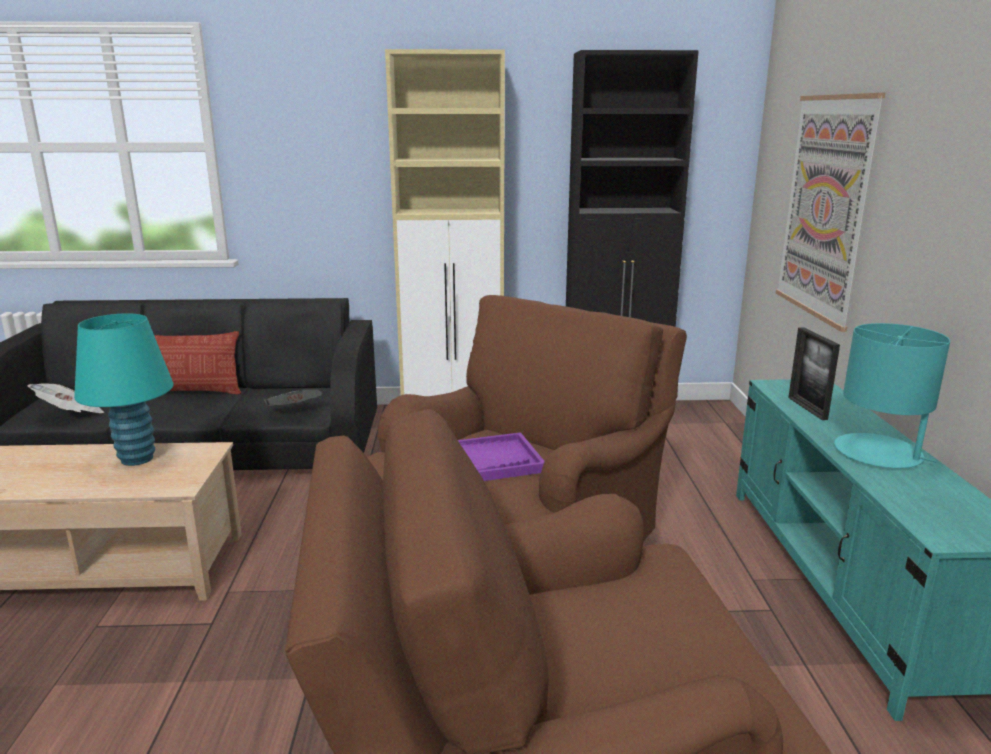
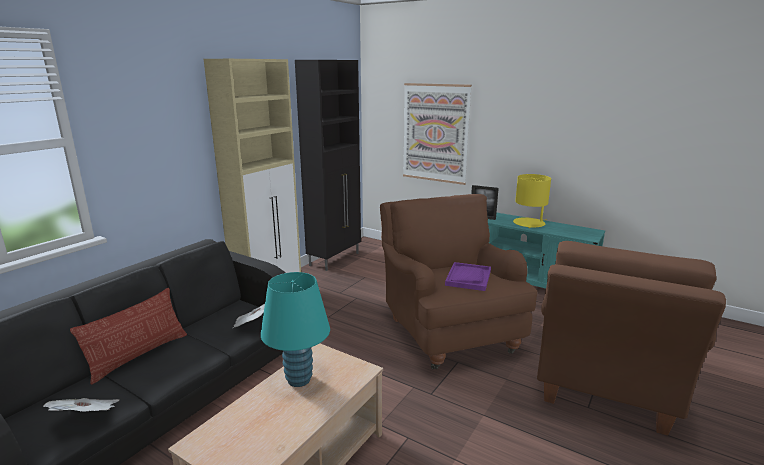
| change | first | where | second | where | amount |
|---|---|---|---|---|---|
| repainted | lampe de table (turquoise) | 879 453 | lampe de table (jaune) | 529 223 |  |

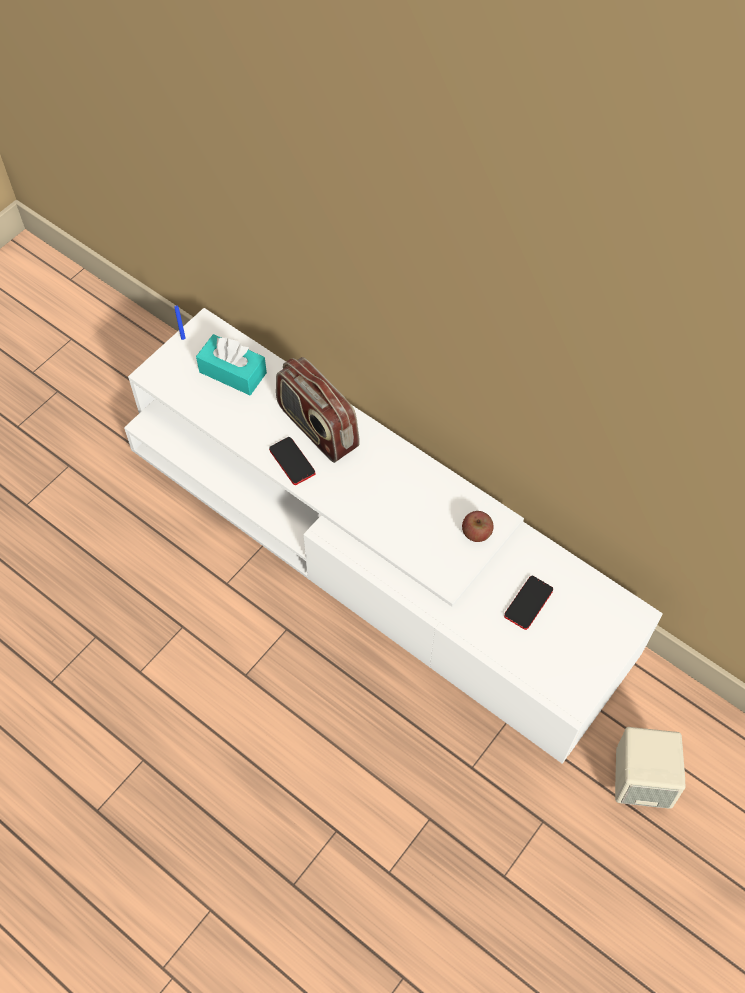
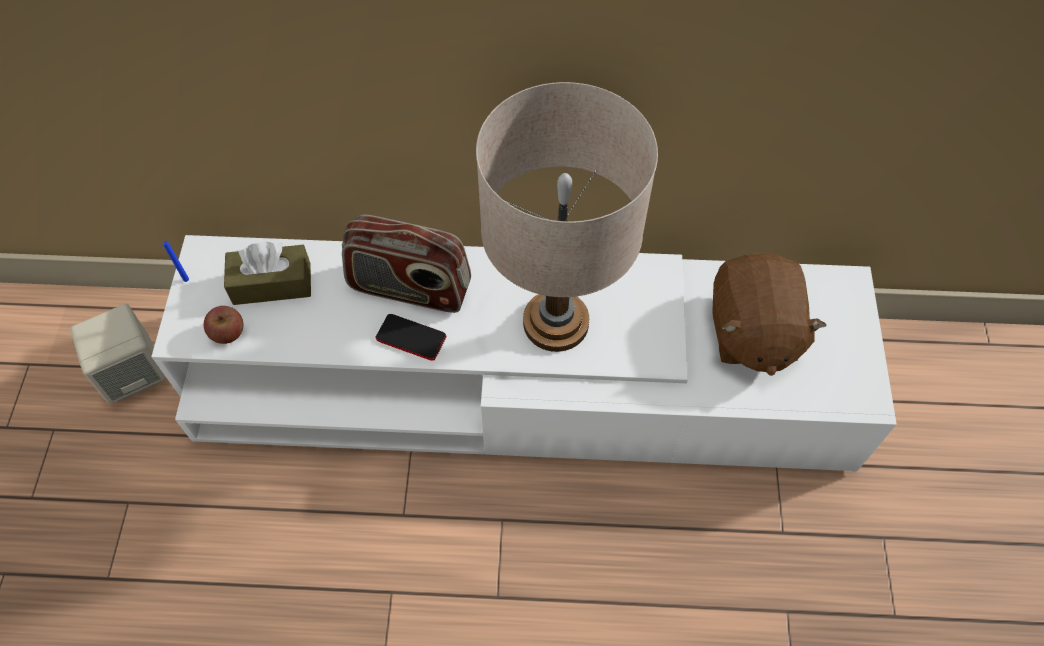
| change | first | where | second | where | amount |
|---|---|---|---|---|---|
| shifted | enceinte (beige) | 640 779 |  | 134 373 |  |
| shifted | pomme | 476 532 |  | 228 332 |  |
| repainted | boîte à mouchoirs (turquoise) | 233 372 | boîte à mouchoirs (marron) | 272 284 |  |
| new |  |  | lampe de table (beige) | 556 322 |  |
| swapped | téléphone | 528 603 | peluche (marron) | 751 333 |  |

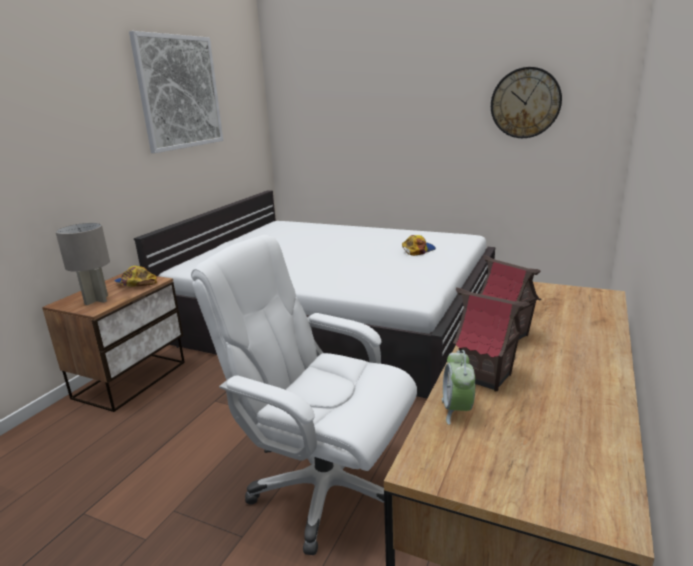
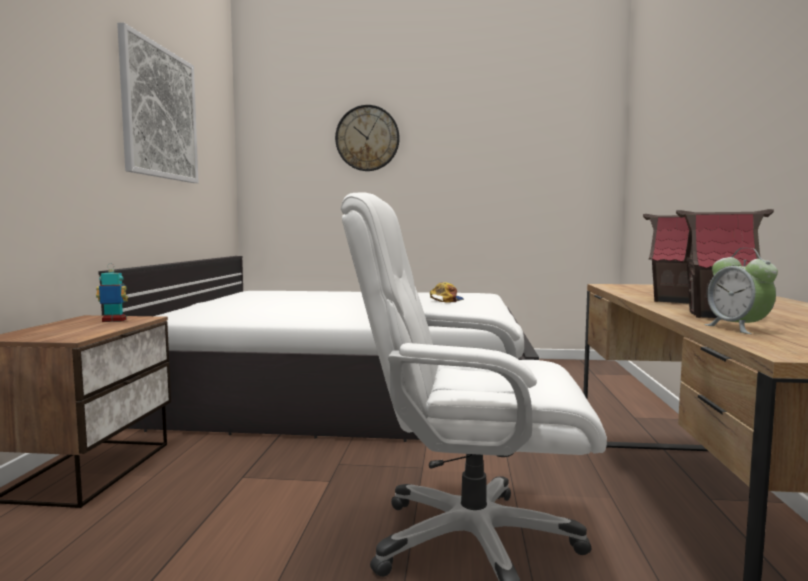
| change | first | where | second | where | amount |
|---|---|---|---|---|---|
| swapped | casquette | 135 283 | robot jouet | 114 320 |  |
| shifted | horloge murale | 525 103 |  | 367 138 |  |
| gone | lampe de table (gris) | 96 300 |  |  |  |

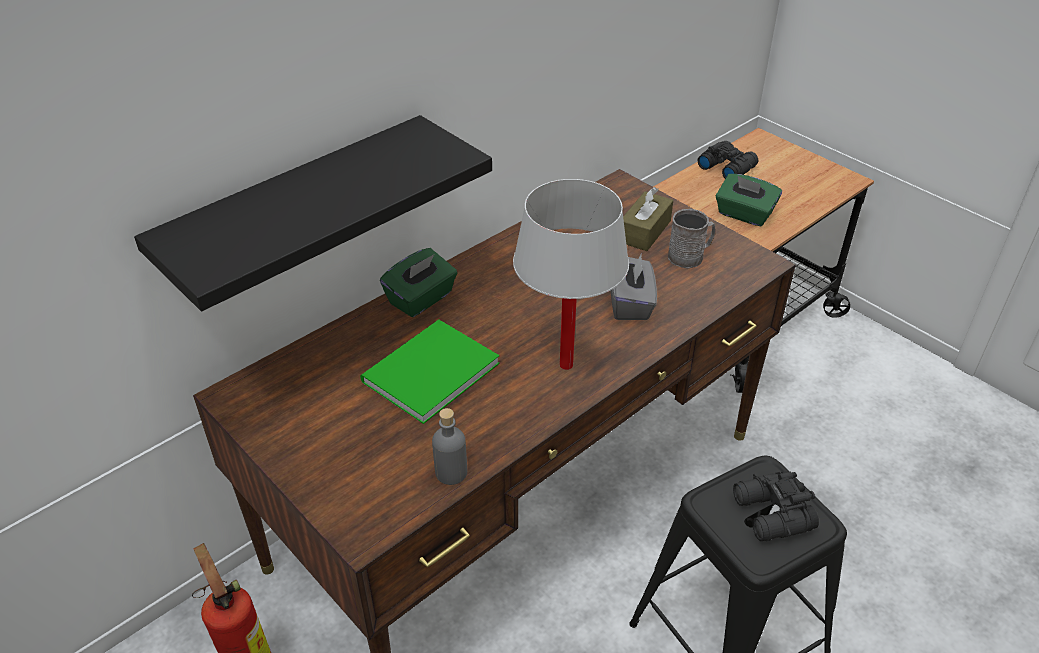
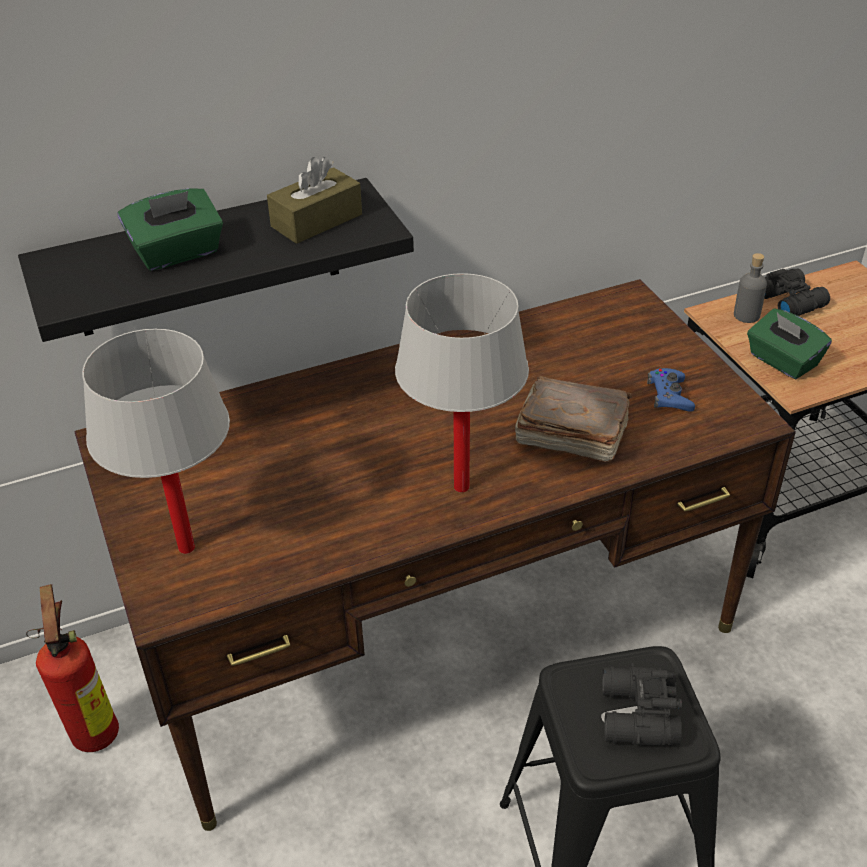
| change | first | where | second | where | amount |
|---|---|---|---|---|---|
| new |  |  | lampe de table (blanc) | 186 547 |  |
| shifted | boîte à mouchoirs (vert) | 421 299 |  | 177 253 |  |
| shifted | boîte à mouchoirs (marron) | 644 231 |  | 316 220 |  |
| swapped | boîte à mouchoirs (gris) | 630 303 | livre (marron) | 570 434 |  |
| swapped | mug (gris) | 690 256 | manette (bleu) | 669 395 |  |
| shifted | bouteille (gris) | 451 472 |  | 746 315 |  |
| gone | livre (vert) | 426 373 |  |  |  |

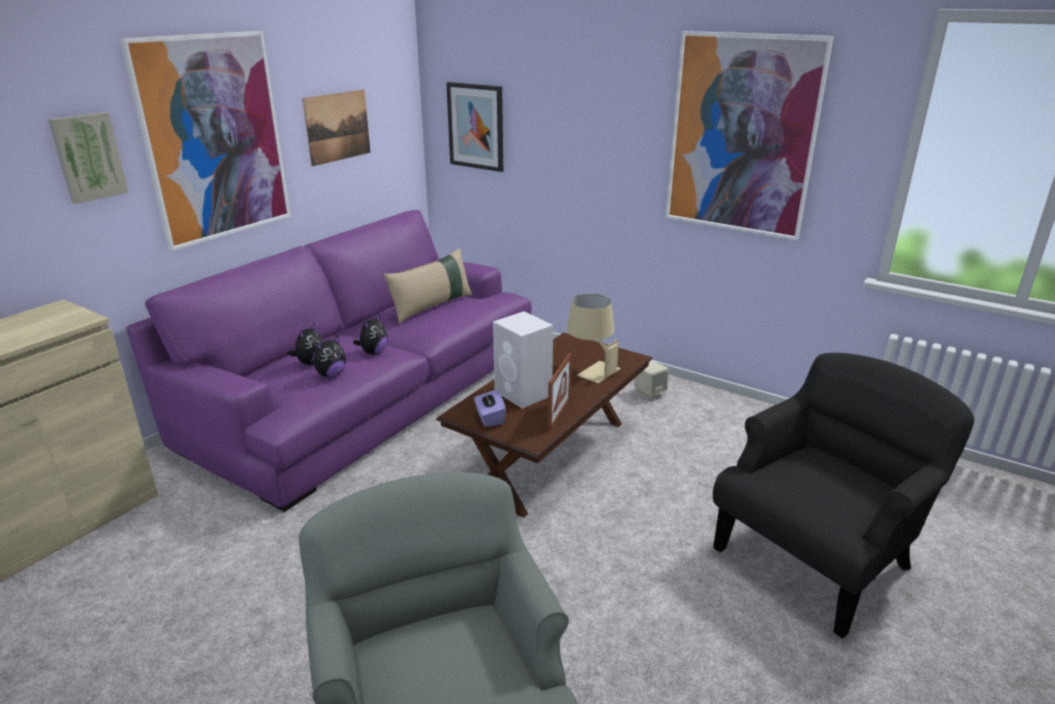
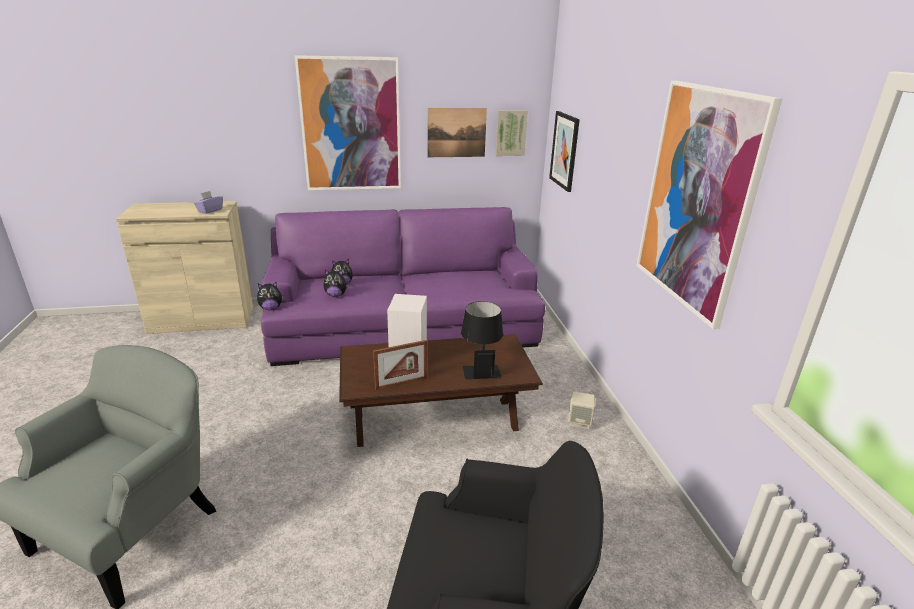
| change | first | where | second | where | amount |
|---|---|---|---|---|---|
| shifted | boîte à mouchoirs (violet) | 489 418 |  | 210 210 |  |
| shifted | peluche | 373 352 |  | 271 308 |  |
| repainted | lampe de table (beige) | 591 369 | lampe de table (noir) | 480 367 |  |
| shifted | tableau | 88 157 |  | 510 132 |  |
| gone | coussin (beige) | 431 306 |  |  |  |

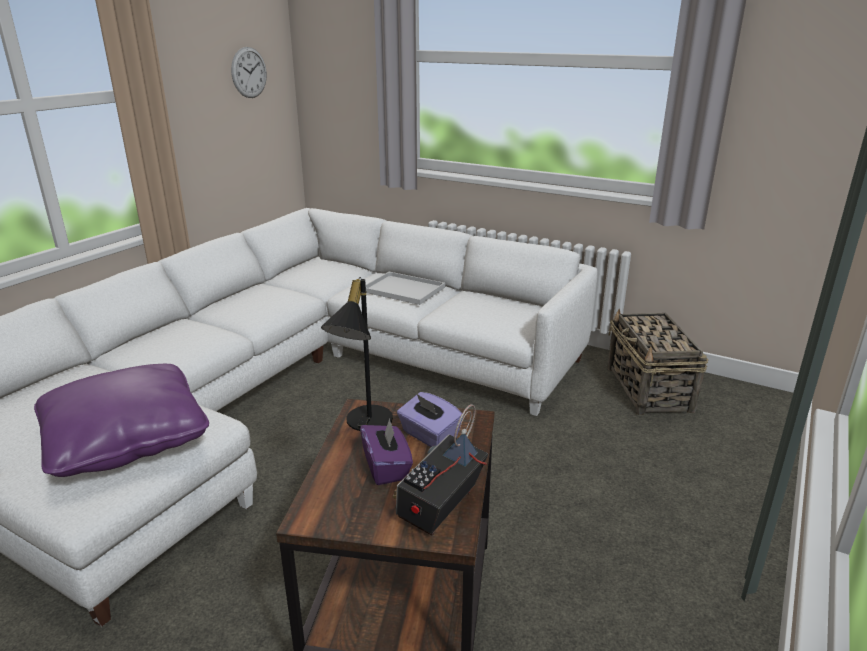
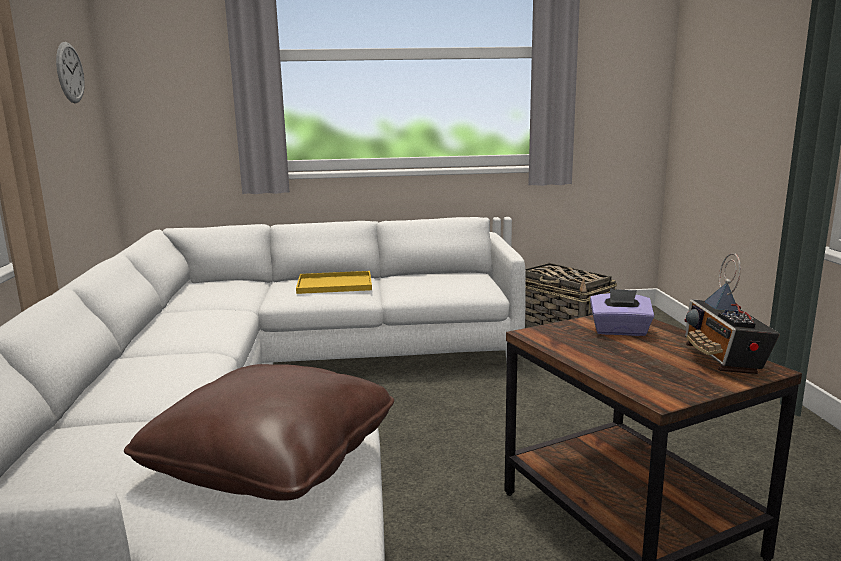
| change | first | where | second | where | amount |
|---|---|---|---|---|---|
| repainted | coussin (violet) | 126 440 | coussin (marron) | 273 460 |  |
| repainted | plateau (blanc) | 405 289 | plateau (jaune) | 336 284 |  |
| gone | lampe de table (noir) | 363 423 |  |  |  |
| gone | boîte à mouchoirs (violet) | 386 467 |  |  |  |

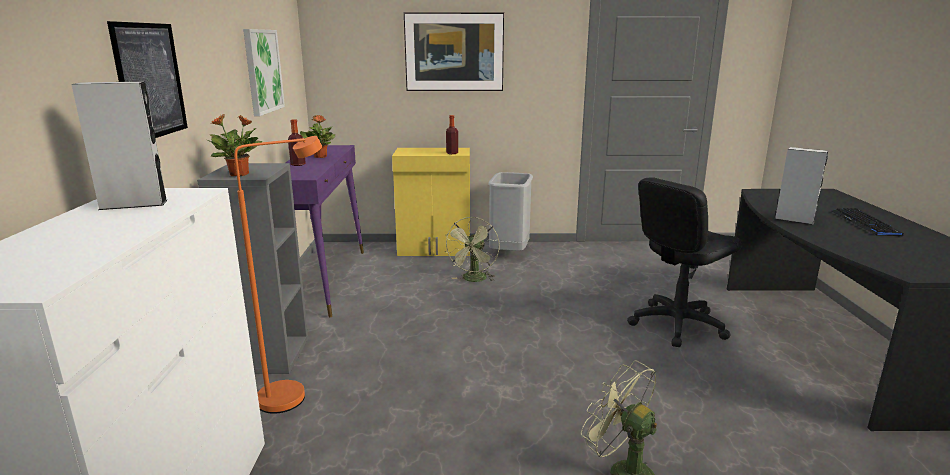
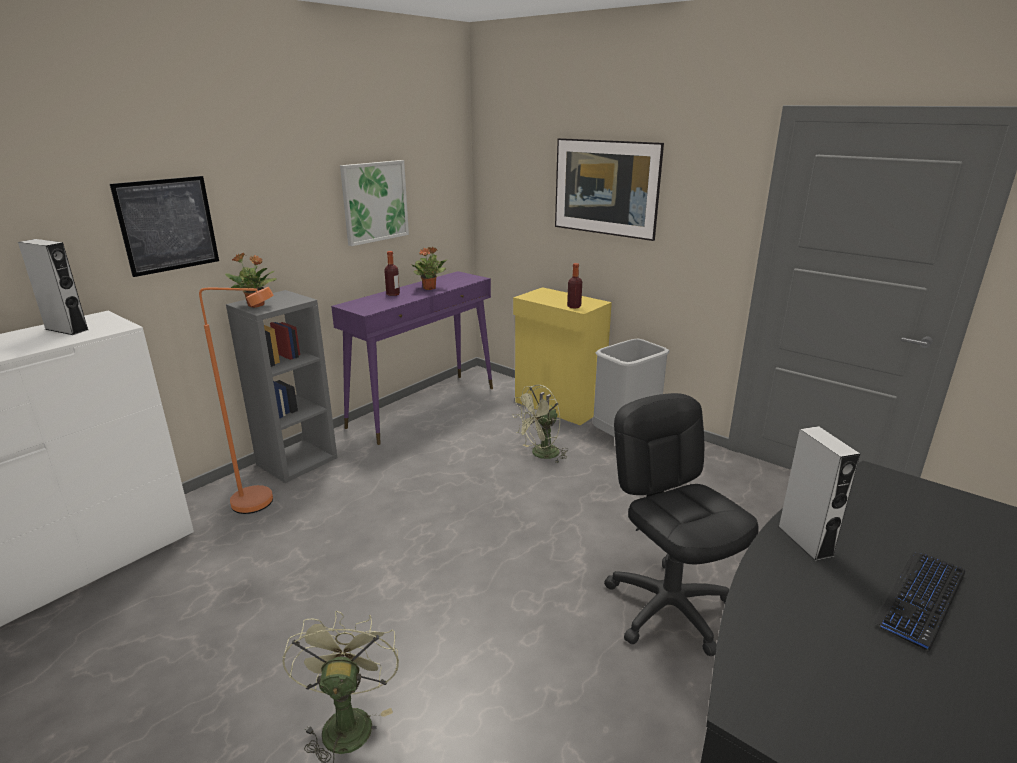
| change | first | where | second | where | amount |
|---|---|---|---|---|---|
| rotated | chaise de bureau (noir) | 676 324 |  | 669 607 | 60 degrees clockwise |

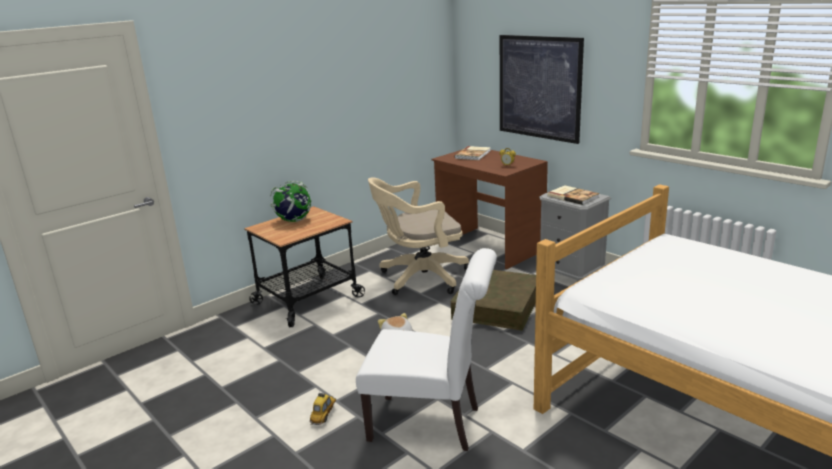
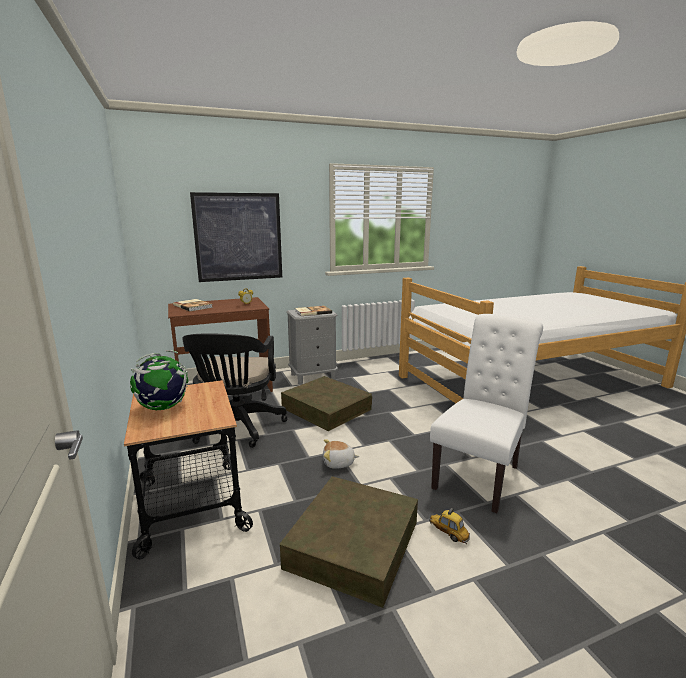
| change | first | where | second | where | amount |
|---|---|---|---|---|---|
| repainted | chaise de bureau (beige) | 419 278 | chaise de bureau (noir) | 236 428 |  |
| new |  |  | boîte de rangement (marron) | 353 543 |  |

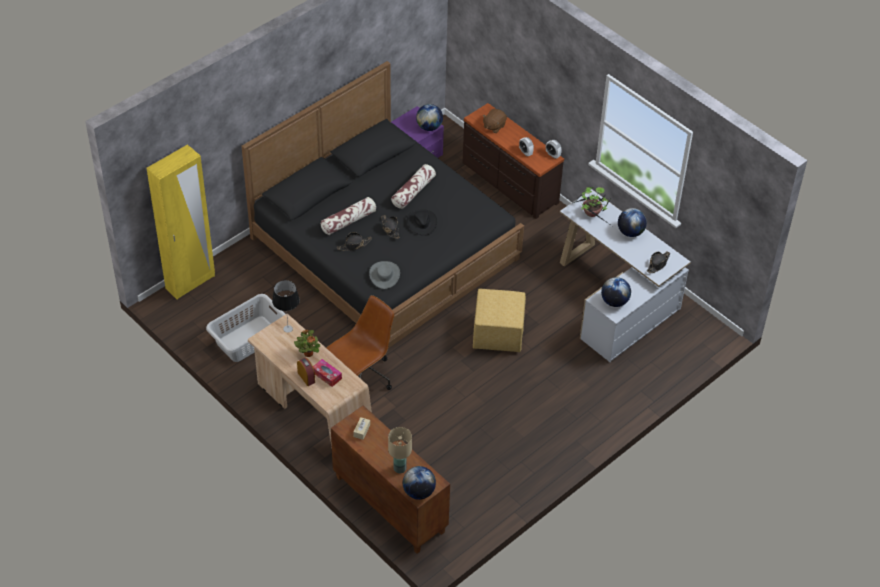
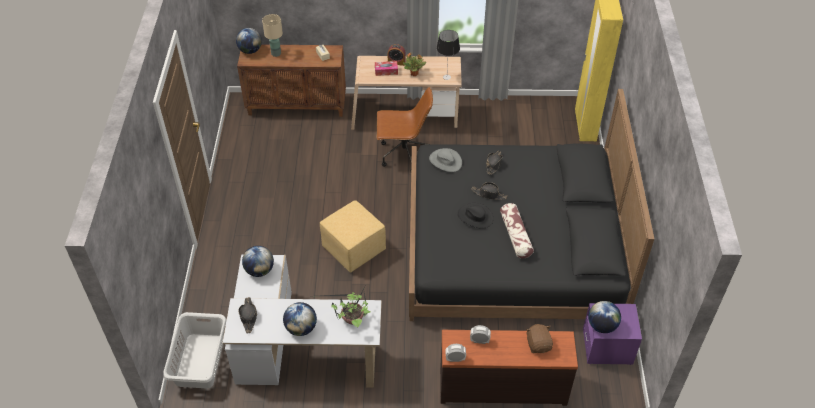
| change | first | where | second | where | amount |
|---|---|---|---|---|---|
| shifted | panier à linge (gris) | 248 339 |  | 200 360 |  |
| rotated | chaise de bureau (marron) | 362 377 |  | 403 154 | 90 degrees counterclockwise |
| gone | coussin | 348 221 |  |  |  |

